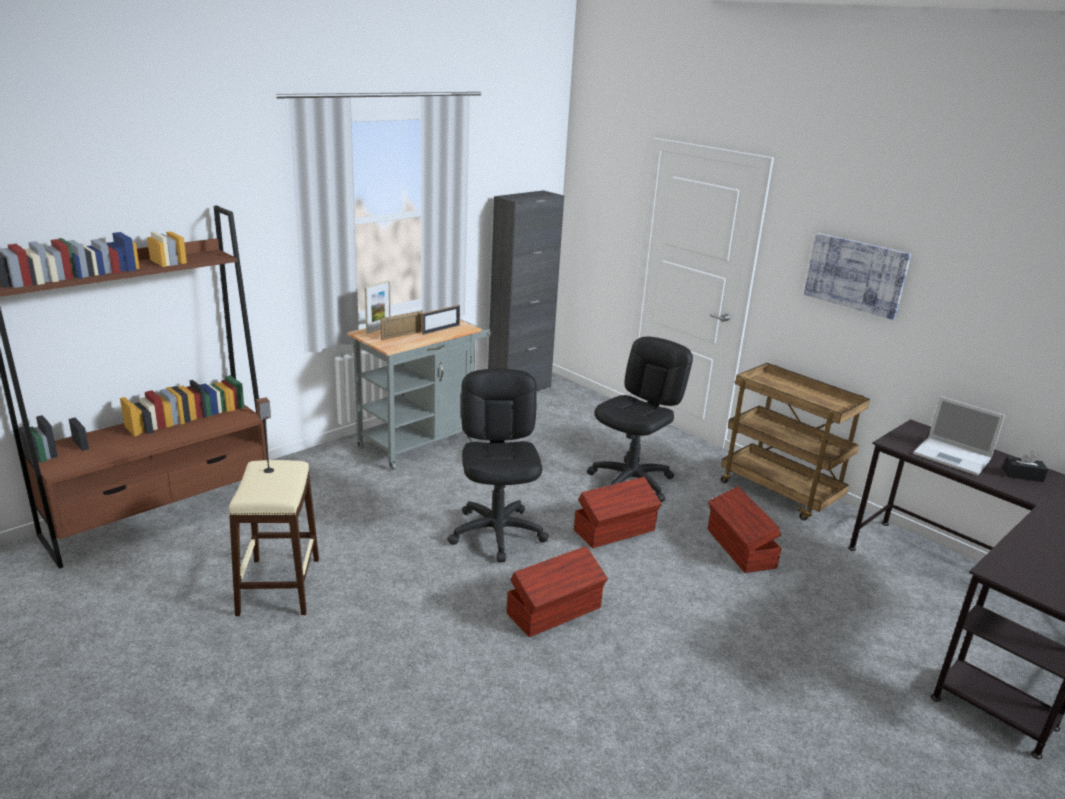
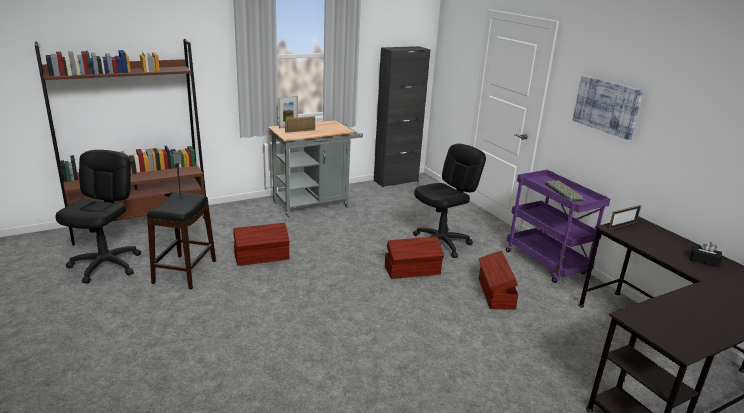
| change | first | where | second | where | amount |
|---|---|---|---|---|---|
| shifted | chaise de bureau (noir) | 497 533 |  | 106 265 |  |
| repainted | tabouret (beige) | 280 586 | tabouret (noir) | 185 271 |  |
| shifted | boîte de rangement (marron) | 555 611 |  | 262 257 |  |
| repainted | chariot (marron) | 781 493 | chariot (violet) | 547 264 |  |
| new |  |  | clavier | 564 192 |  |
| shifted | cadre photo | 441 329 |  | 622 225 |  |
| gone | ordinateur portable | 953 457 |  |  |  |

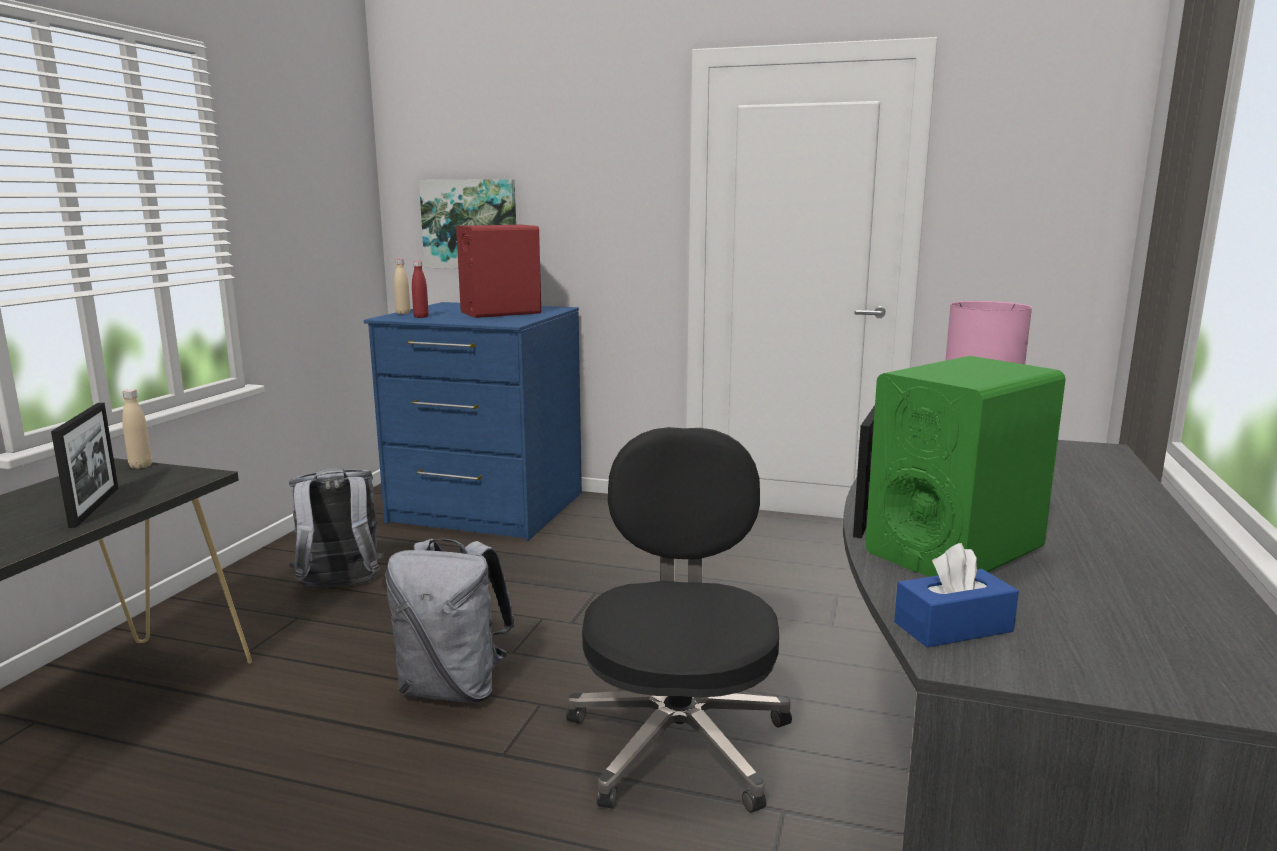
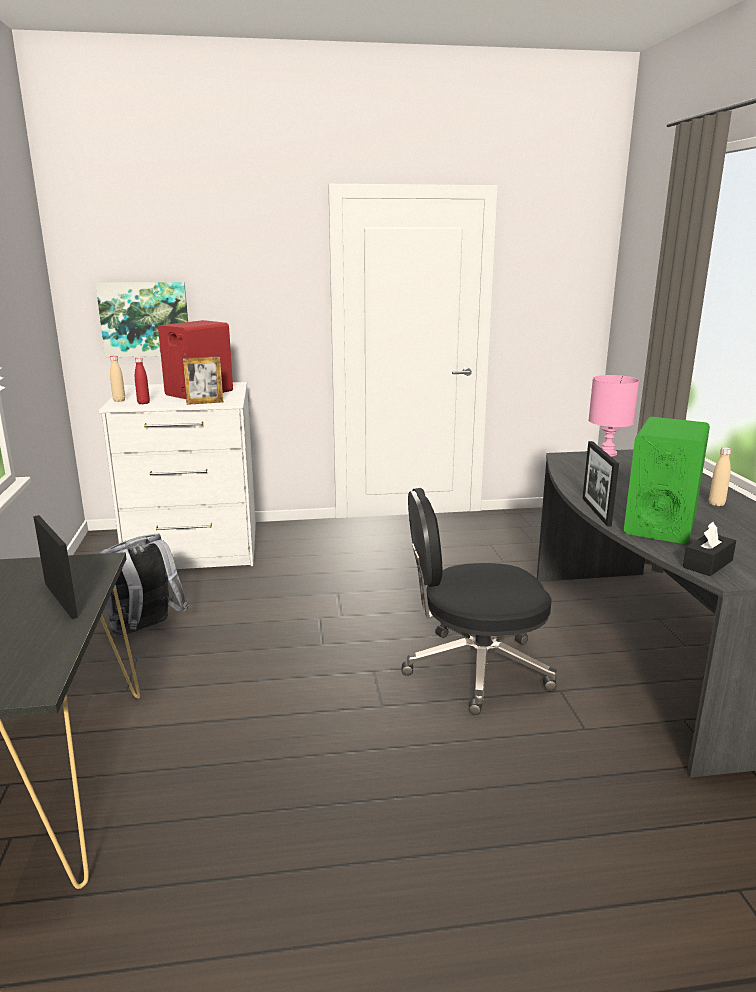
| change | first | where | second | where | amount |
|---|---|---|---|---|---|
| repainted | commode (bleu) | 486 508 | commode (blanc) | 194 548 |  |
| new |  |  | cadre photo | 205 402 |  |
| rotated | chaise de bureau (noir) | 679 739 |  | 474 669 | 75 degrees counterclockwise |
| repainted | boîte à mouchoirs (bleu) | 953 627 | boîte à mouchoirs (noir) | 707 564 |  |
| shifted | bouteille (beige) | 141 466 |  | 716 504 |  |
| gone | sac à dos (gris) | 453 688 |  |  |  |

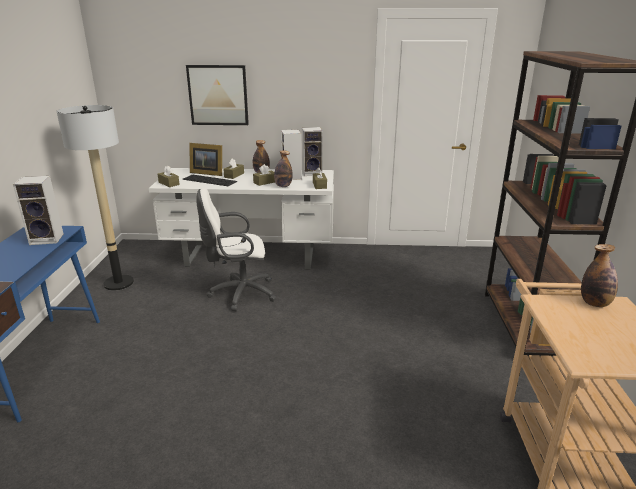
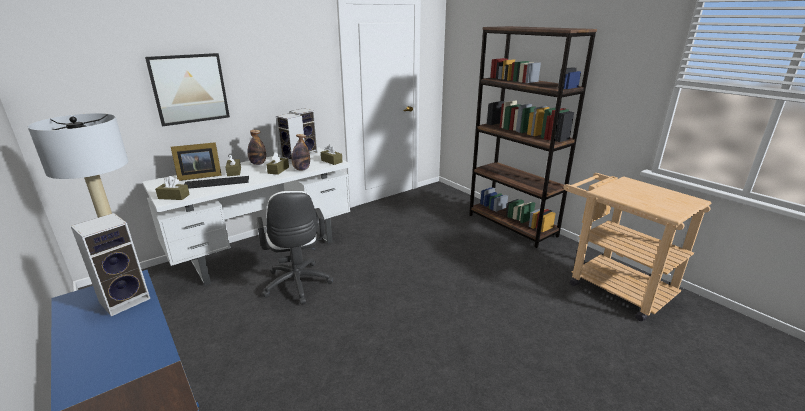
| change | first | where | second | where | amount |
|---|---|---|---|---|---|
| rotated | chaise de bureau (blanc) | 239 293 |  | 298 286 | 60 degrees counterclockwise |
| gone | bouteille | 595 303 |  |  |  |

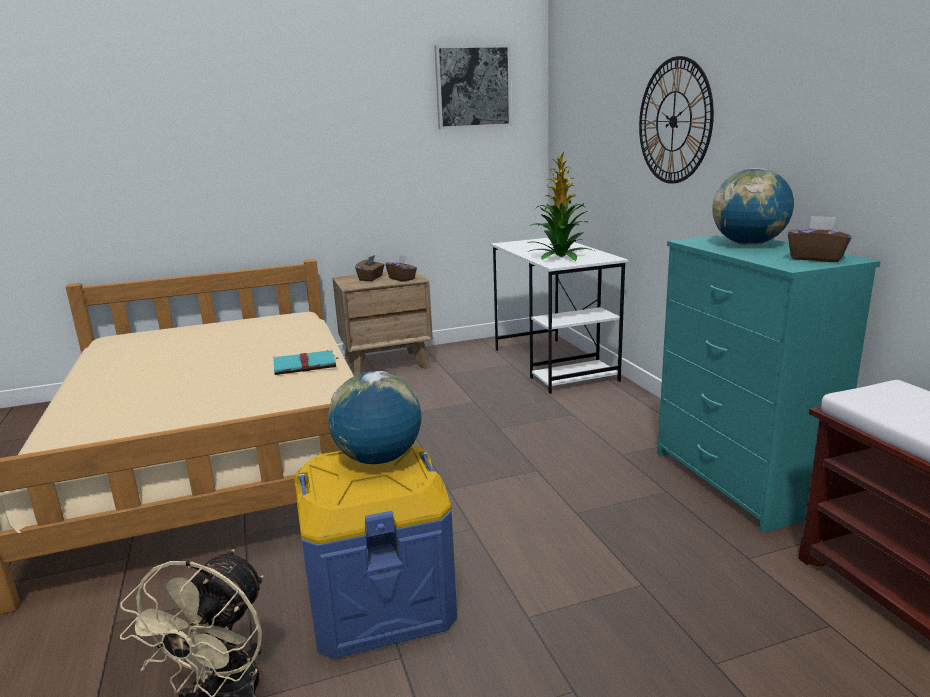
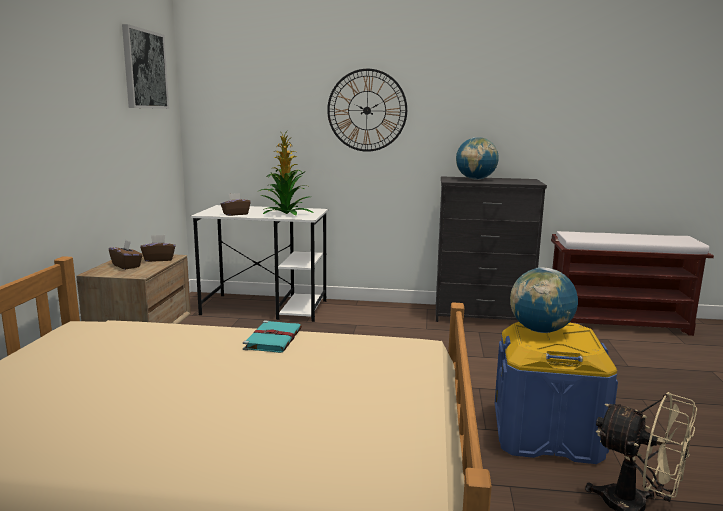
| change | first | where | second | where | amount |
|---|---|---|---|---|---|
| shifted | boîte à mouchoirs (marron) | 816 258 |  | 235 214 |  |
| repainted | commode (turquoise) | 739 482 | commode (noir) | 482 316 |  |

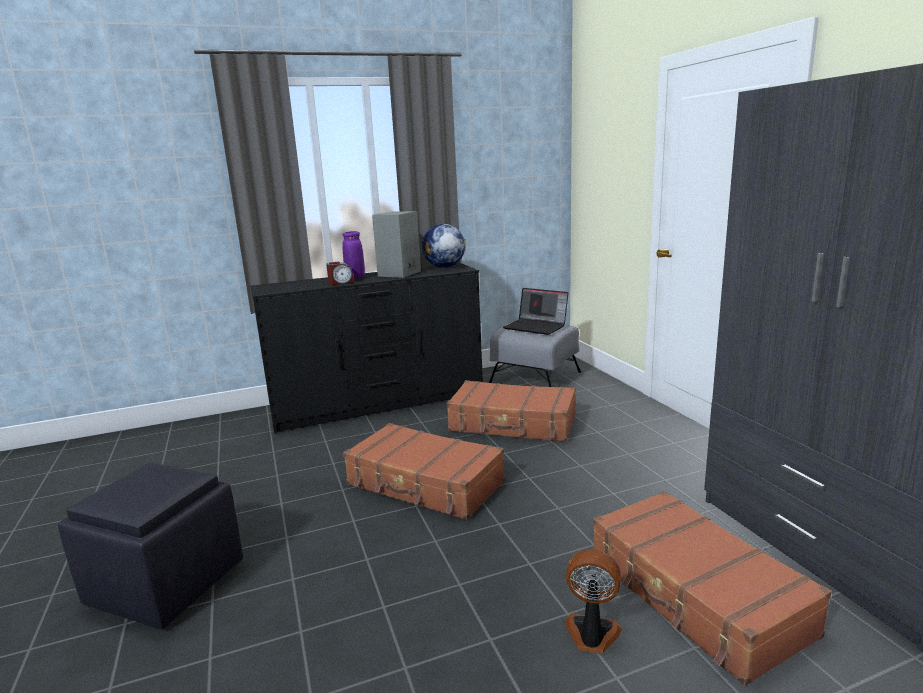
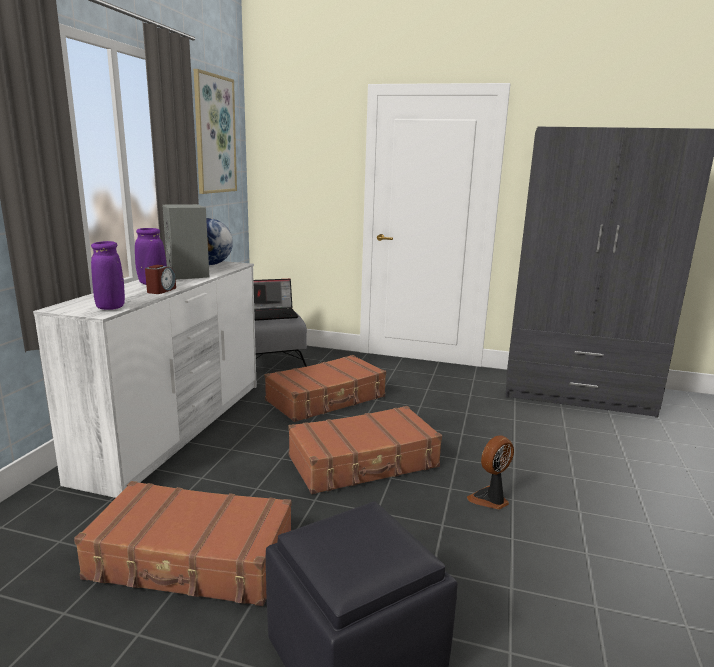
| change | first | where | second | where | amount |
|---|---|---|---|---|---|
| repainted | commode (noir) | 379 404 | commode (blanc) | 178 428 |  |
| shifted | valise (marron) | 695 595 |  | 192 559 |  |
| new |  |  | vase (violet) | 110 307 |  |
| new |  |  | tableau | 214 135 |  |
| shifted | ventilateur | 591 635 |  | 490 499 |  |

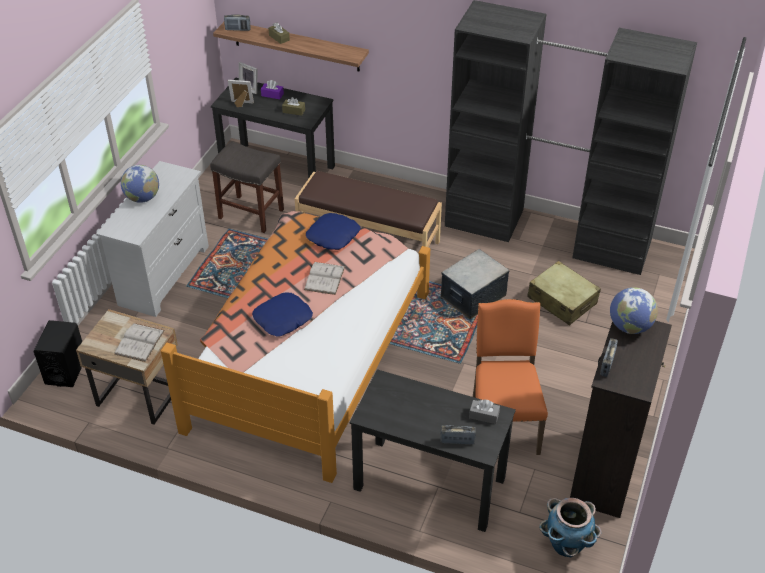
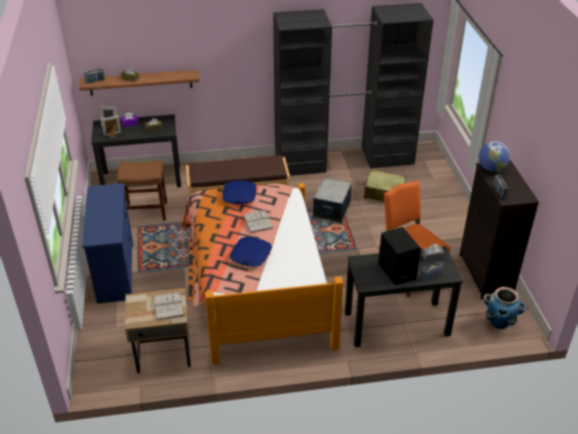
| change | first | where | second | where | amount |
|---|---|---|---|---|---|
| repainted | commode (blanc) | 164 275 | commode (bleu) | 116 271 |  |
| repainted | tabouret (gris) | 250 214 | tabouret (marron) | 145 212 |  |
| shifted | enceinte (noir) | 66 370 |  | 396 271 |  |
| gone | globe | 142 198 |  |  |  |

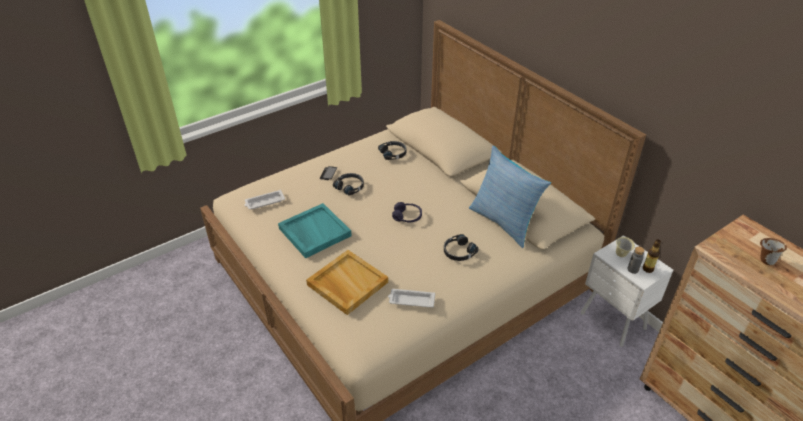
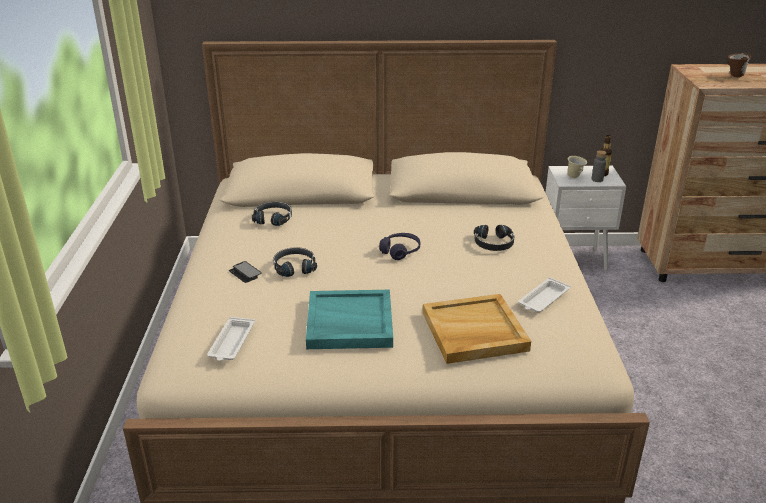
| change | first | where | second | where | amount |
|---|---|---|---|---|---|
| gone | coussin | 504 222 |  |  |  |

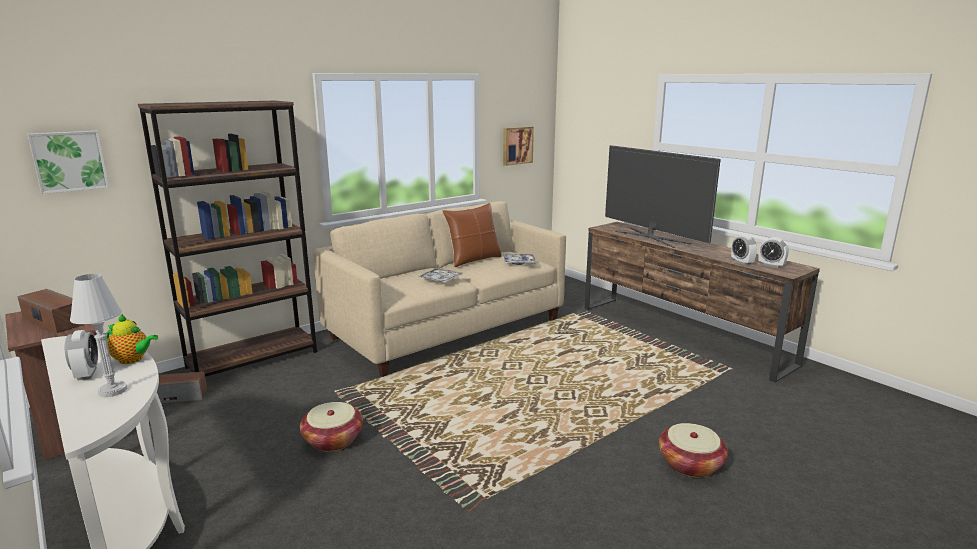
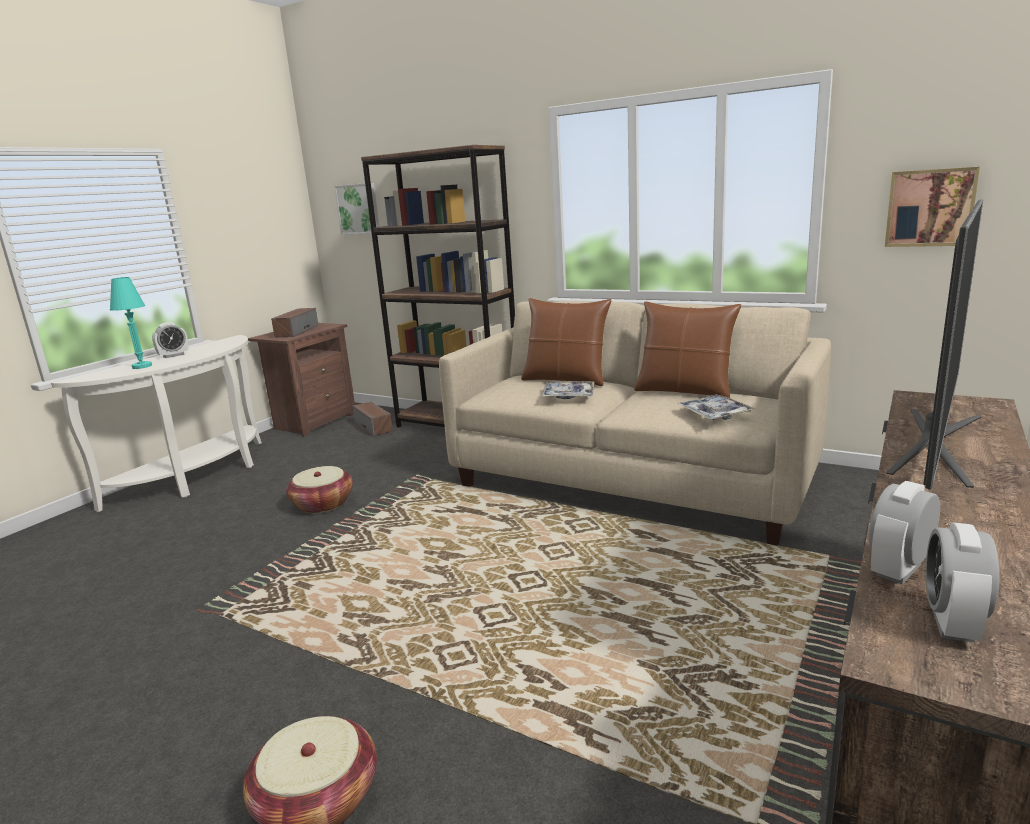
| change | first | where | second | where | amount |
|---|---|---|---|---|---|
| repainted | lampe de table (blanc) | 113 391 | lampe de table (turquoise) | 142 366 |  |
| new |  |  | coussin (marron) | 566 379 |  |
| gone | théière | 133 359 |  |  |  |

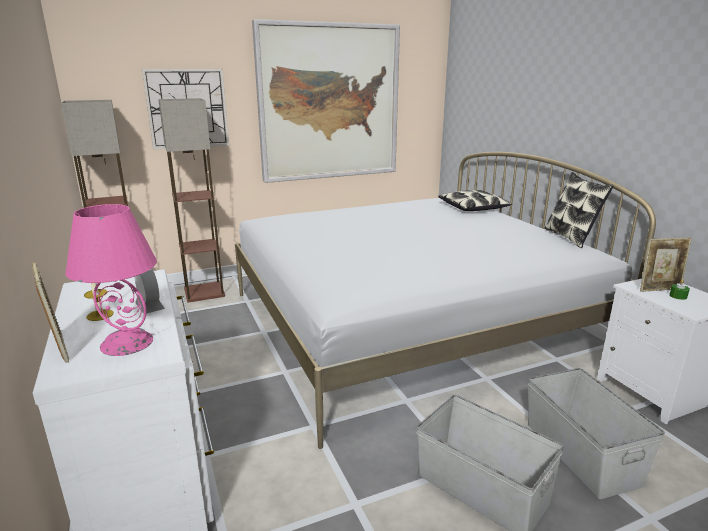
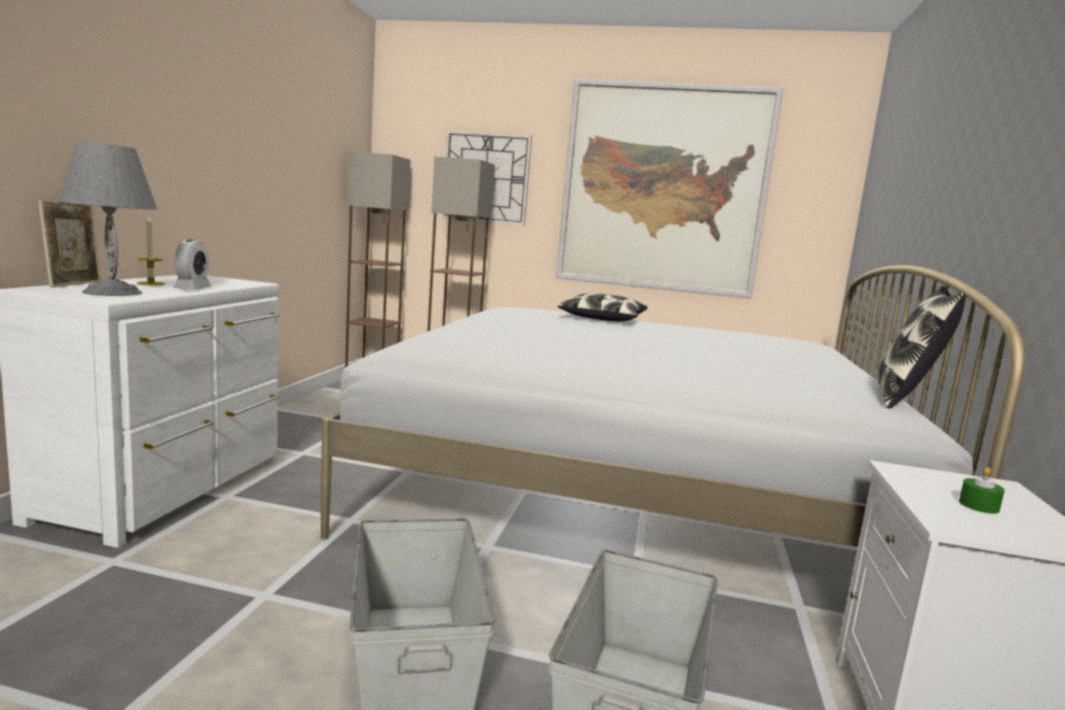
| change | first | where | second | where | amount |
|---|---|---|---|---|---|
| repainted | lampe de table (rose) | 127 342 | lampe de table (gris) | 113 292 |  |
| shifted | coussin | 473 208 |  | 603 319 |  |
| gone | cadre photo | 659 289 |  |  |  |

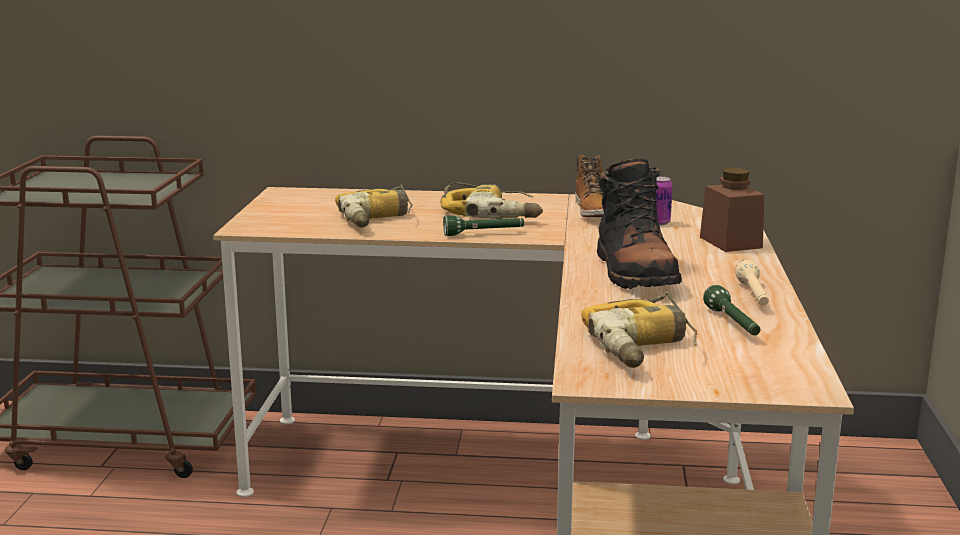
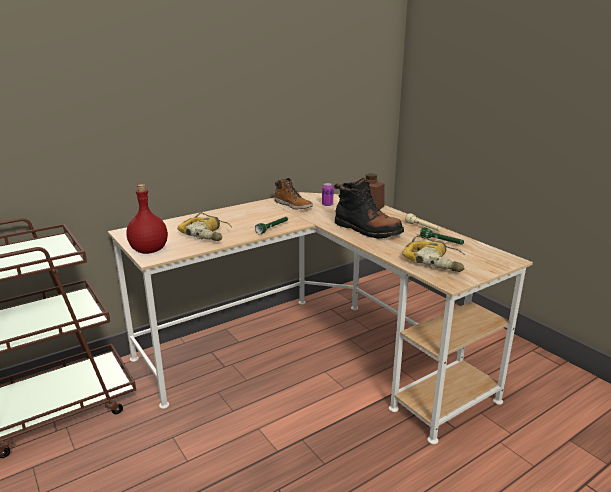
| change | first | where | second | where | amount |
|---|---|---|---|---|---|
| new |  |  | bouteille (rouge) | 150 250 |  |
| gone | perceuse | 491 213 |  |  |  |

